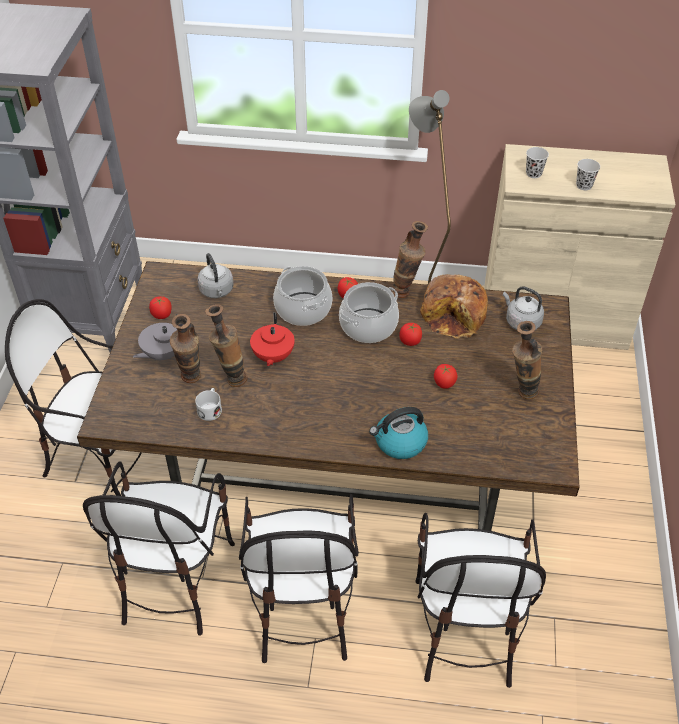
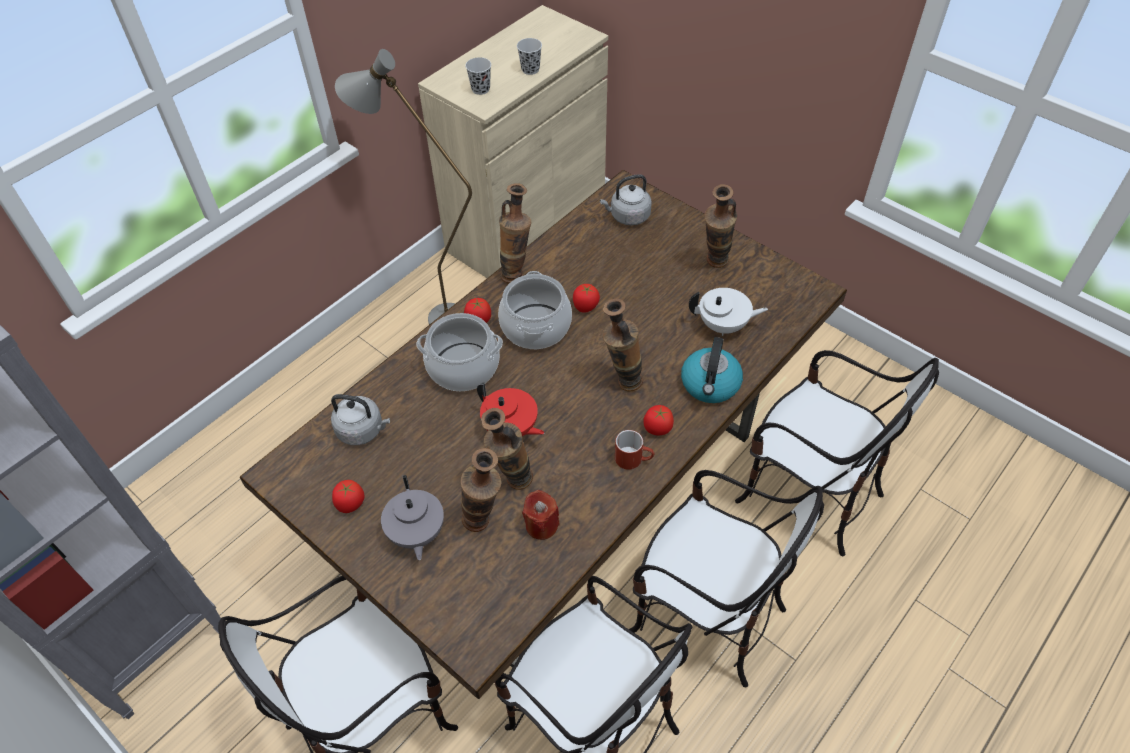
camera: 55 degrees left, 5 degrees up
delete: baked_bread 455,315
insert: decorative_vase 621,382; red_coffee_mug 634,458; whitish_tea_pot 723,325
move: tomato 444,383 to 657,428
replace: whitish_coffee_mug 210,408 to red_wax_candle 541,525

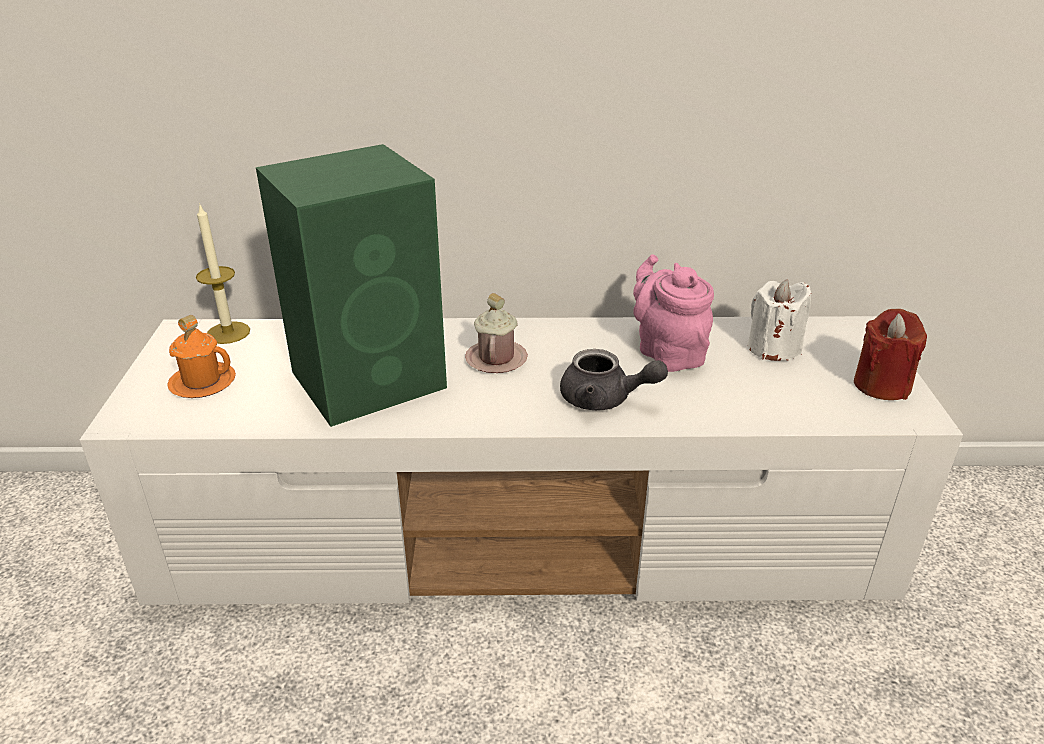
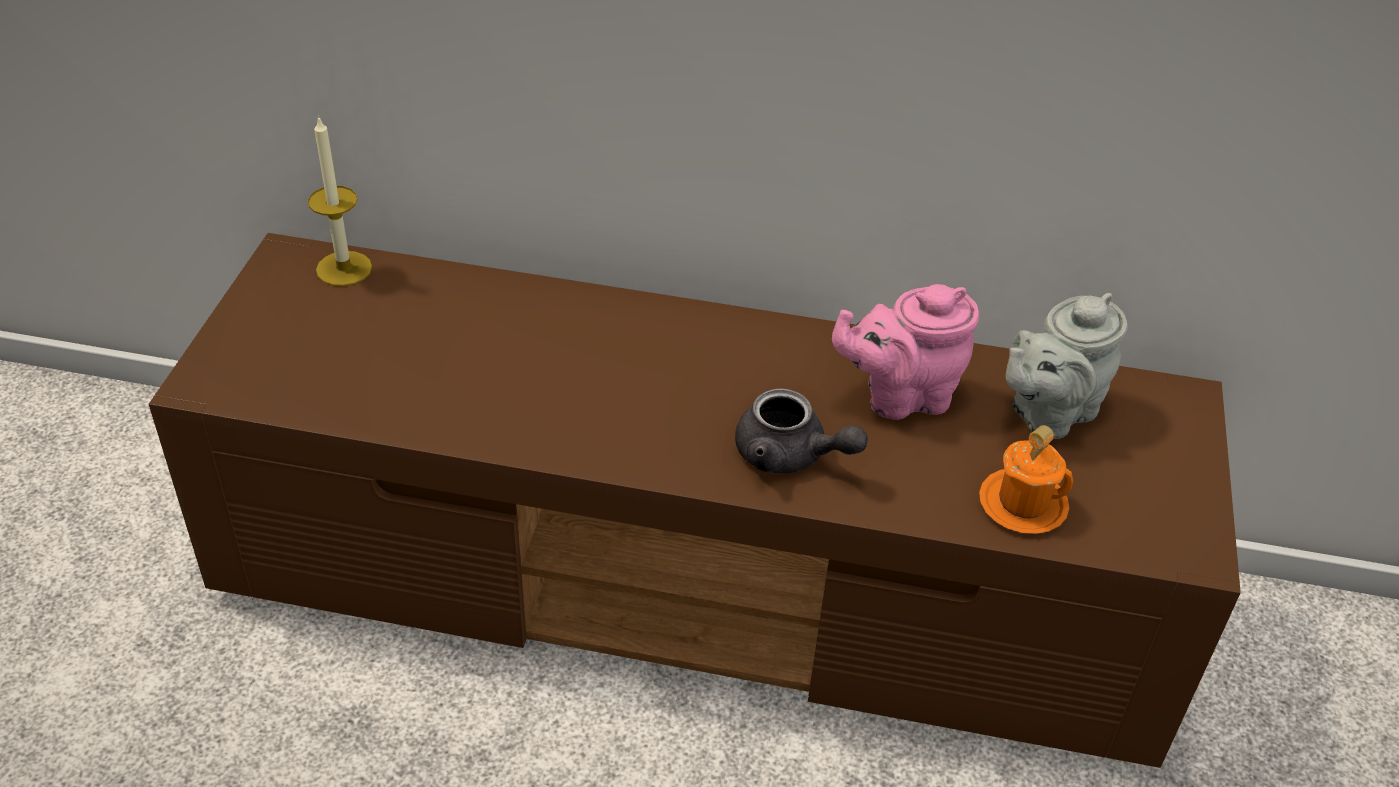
camera: 10 degrees right, 10 degrees up
delete: green_loudspeaker 372,379; pinkish_coffee_mug 496,359; red_wax_candle 881,385
move: orangey_coffee_mug 202,383 to 1022,504
replace: whitish_wax_candle 773,348 to gray_tea_pot 1048,413
recolor: whitish_media_console 526,537 to brown-coloured_media_console 696,584
rotate: pinkish_tea_pot 667,353 = 900,396 90 degrees counterclockwise

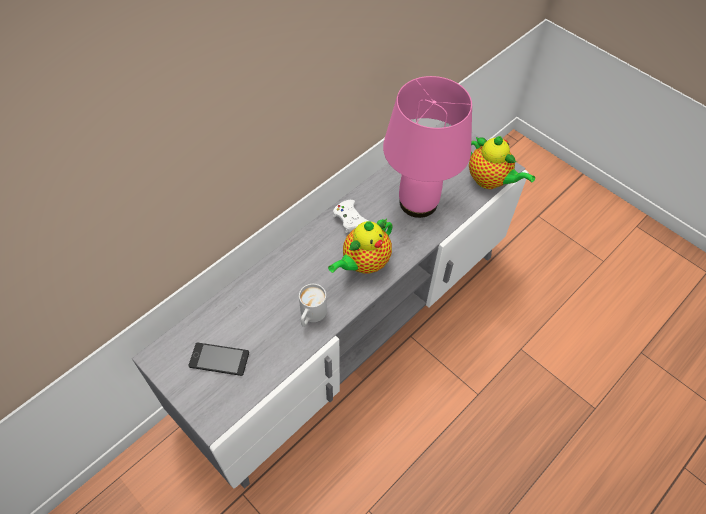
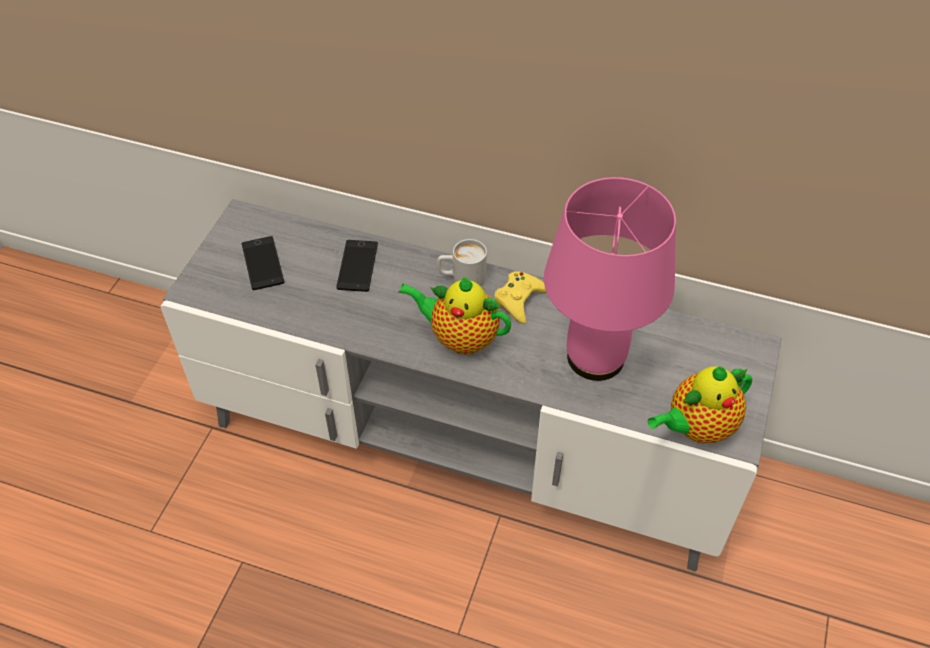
camera: 65 degrees right, 5 degrees down
insert: telephone 357,266
move: whitish_coffee_mug 311,316 to 461,278
recolor: whitish_gamepad 351,219 to yellowish_gamepad 519,300
rotate: tea_pot 490,181 = 697,428 45 degrees clockwise

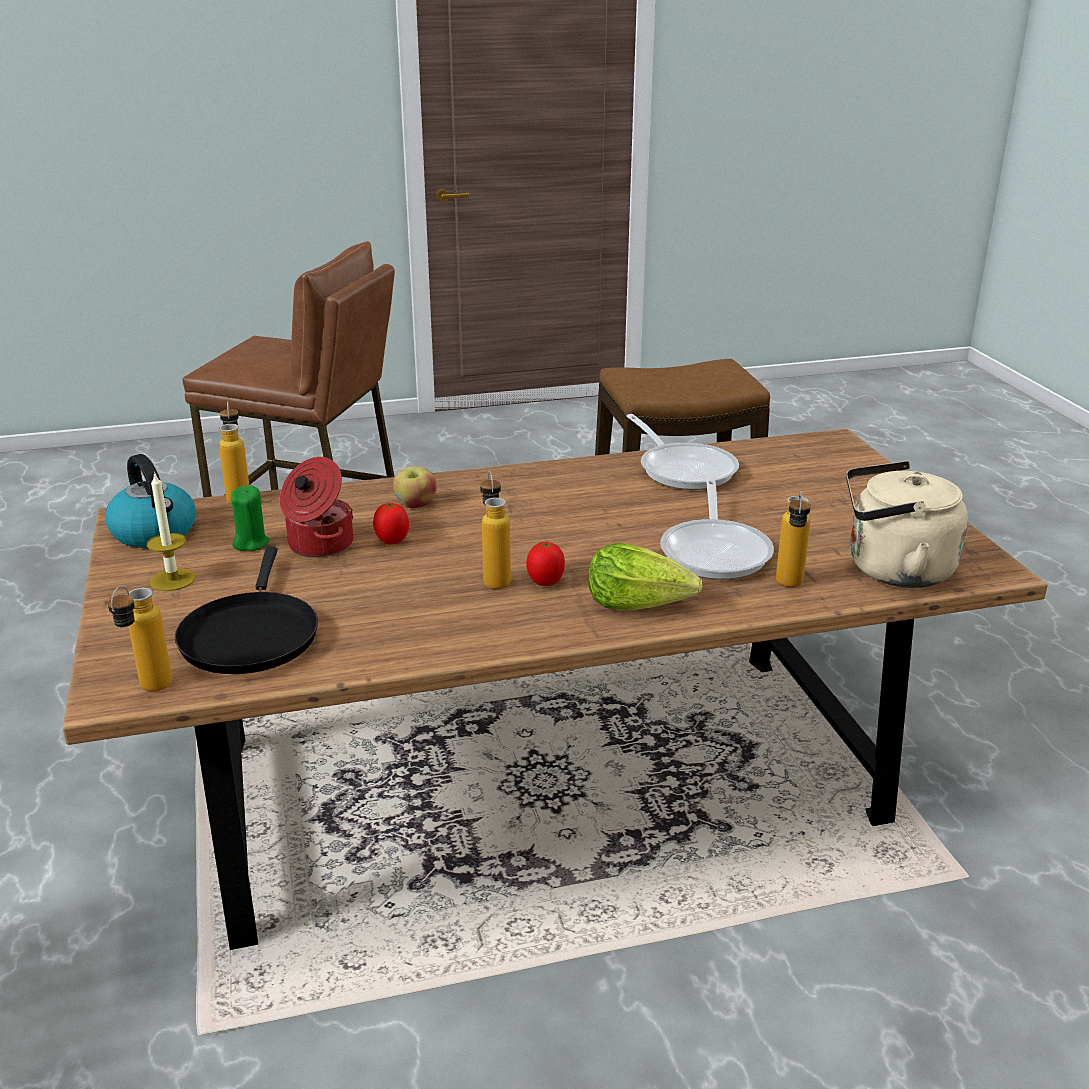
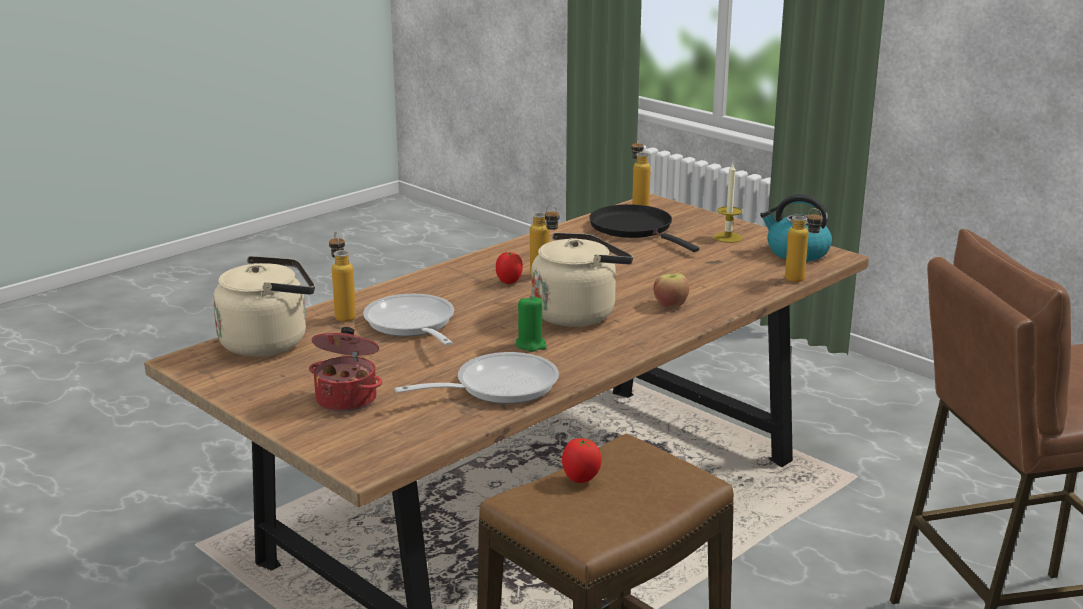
camera: 150 degrees right, 5 degrees down
delete: lettuce_head 638,603
insert: beige-coloured_water_kettle 577,314
move: green_wax_candle 251,543 to 531,345; stockpot 319,545 to 347,399; tomato 392,542 to 581,479
rotate: frying_pan 683,469 = 497,387 120 degrees clockwise

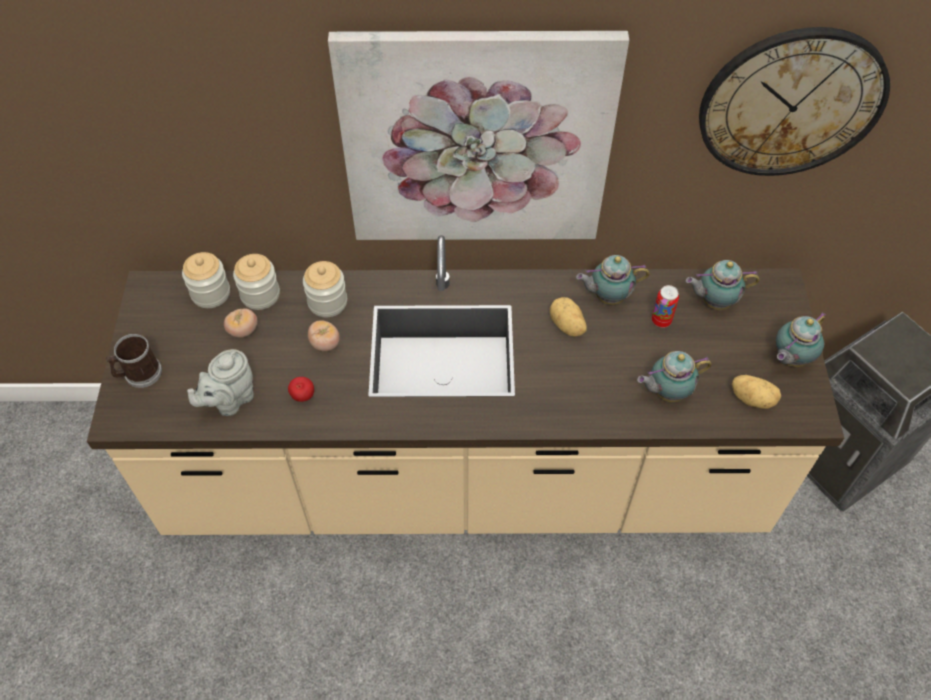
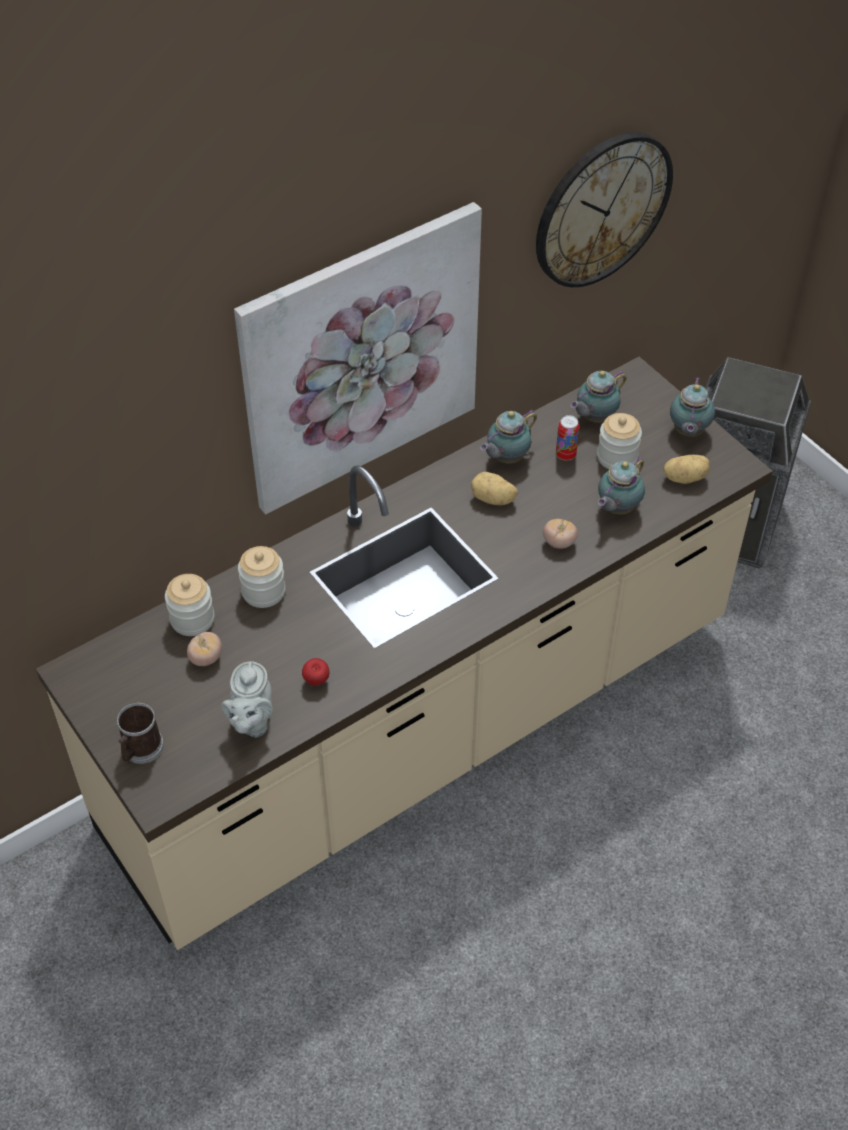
camera: 35 degrees left, 5 degrees down
move: preserve_jar 210,293 to 617,457; tomato 325,344 to 559,543

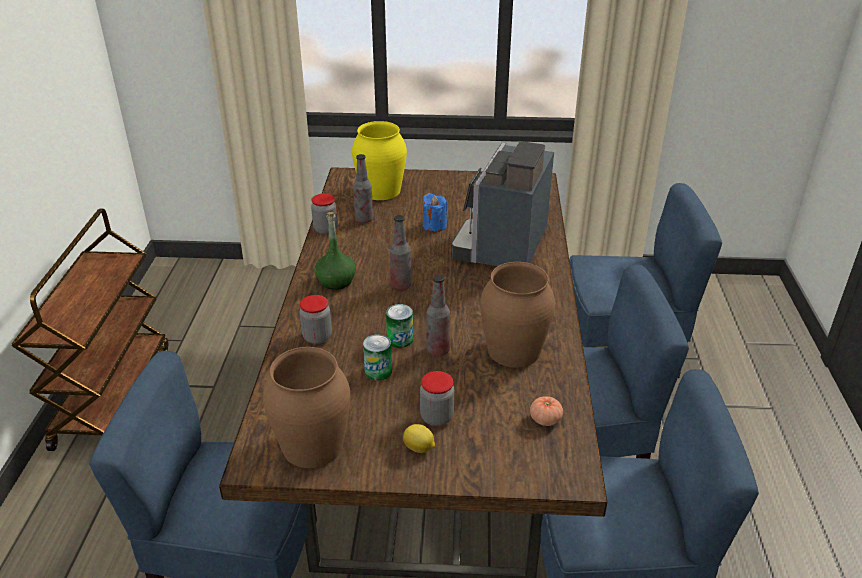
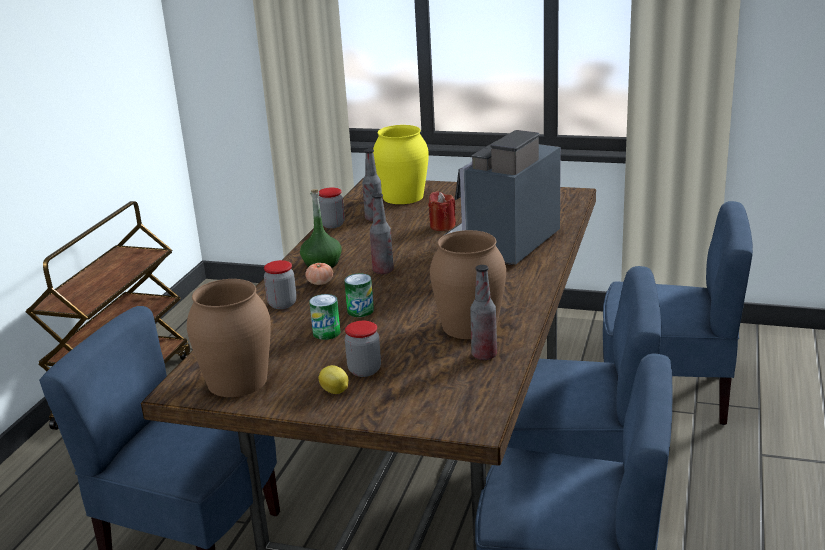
camera: 15 degrees right, 10 degrees down
move: drink_bottle 438,350 to 484,355; tomato 545,419 to 320,282
recolor: bluish_wax_candle 434,226 to red_wax_candle 442,226

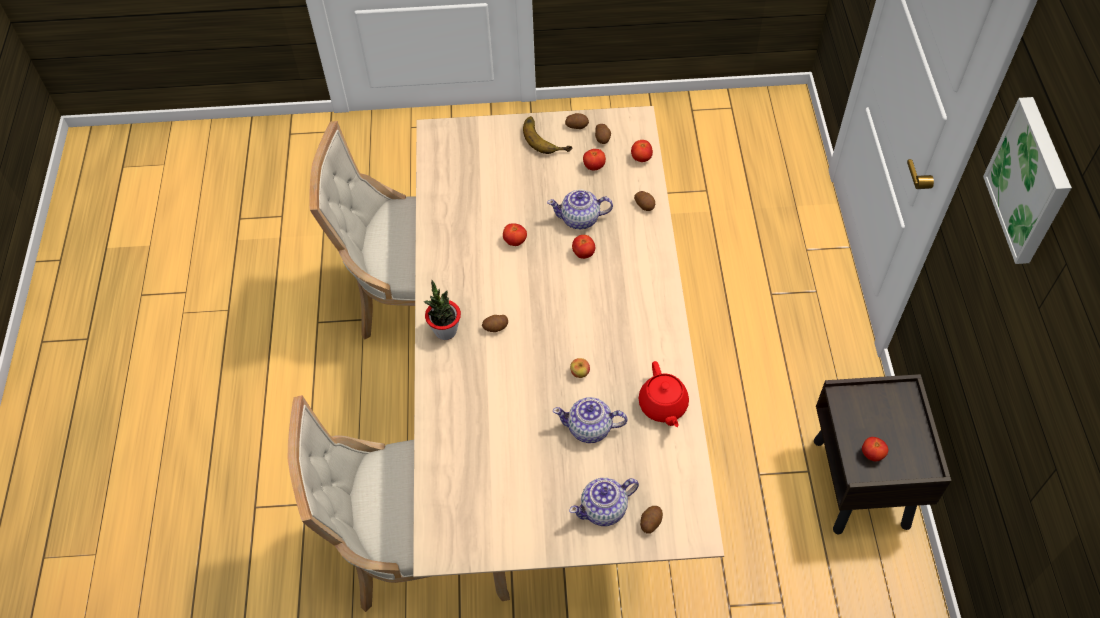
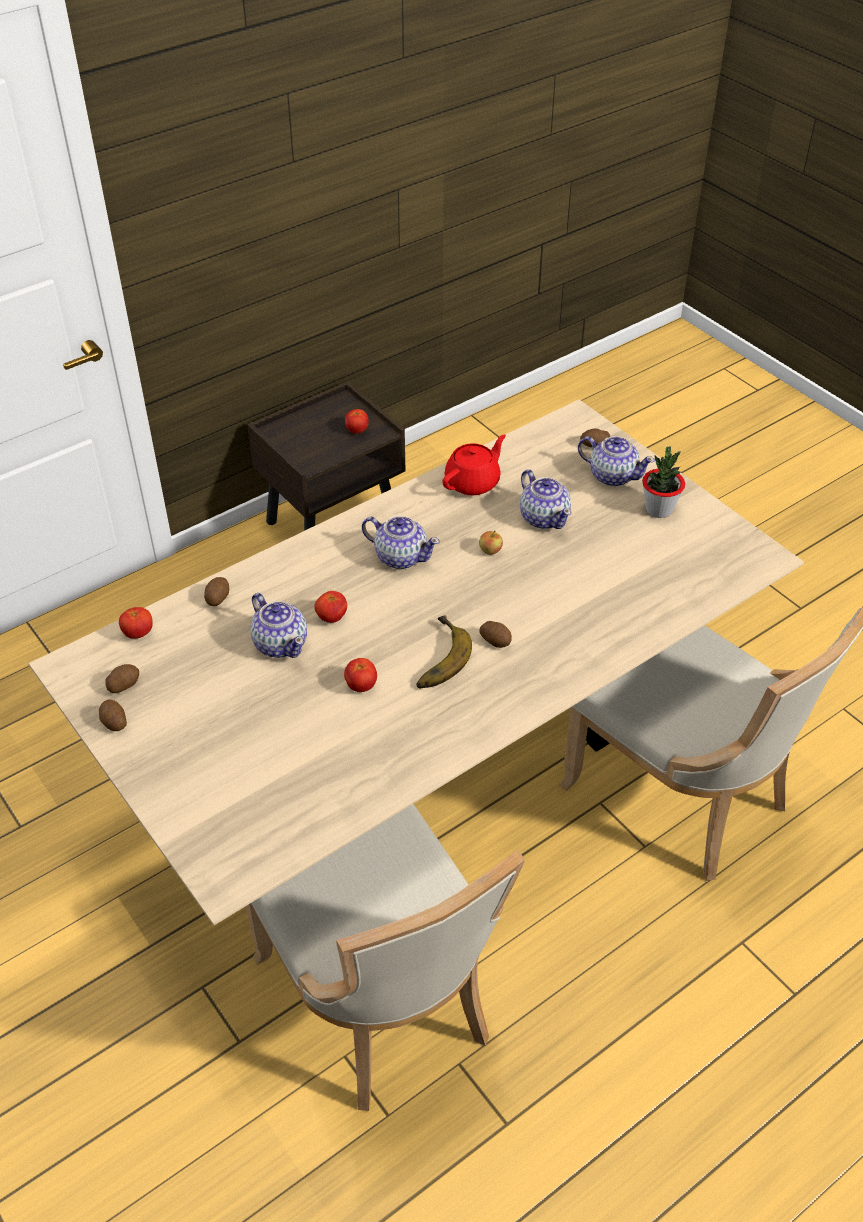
camera: 125 degrees left, 10 degrees down
delete: tomato 594,166; wall_picture 1031,181
insert: tea_pot 400,556
move: plant_in_a_pot 445,331 to 659,510; whole_banana 546,137 to 435,657

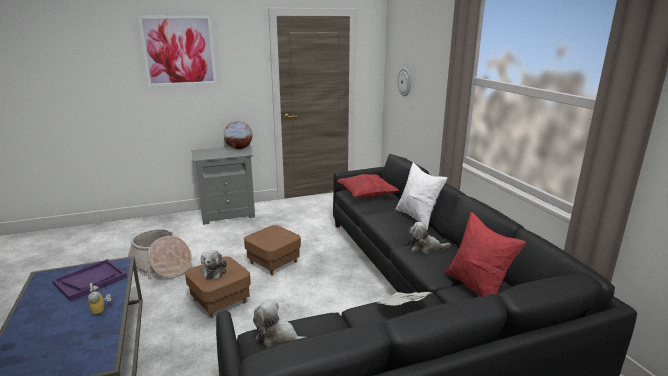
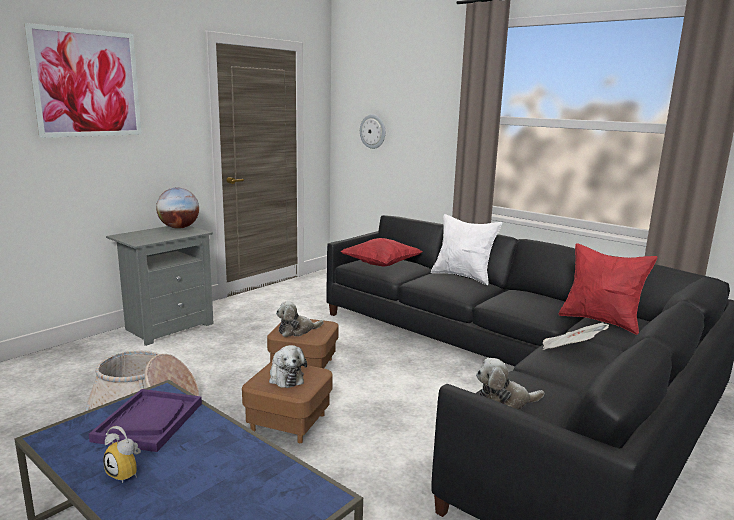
camera: 30 degrees left, 5 degrees down
move: bedside_clock 102,310 to 127,473; cuddly_toy 425,248 to 297,331

